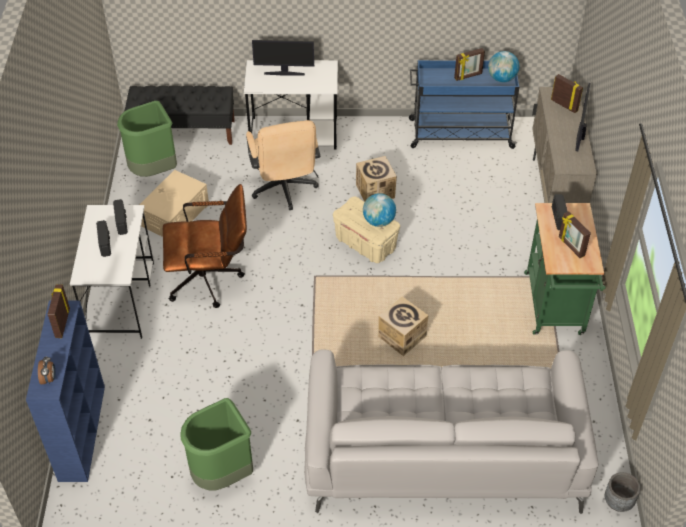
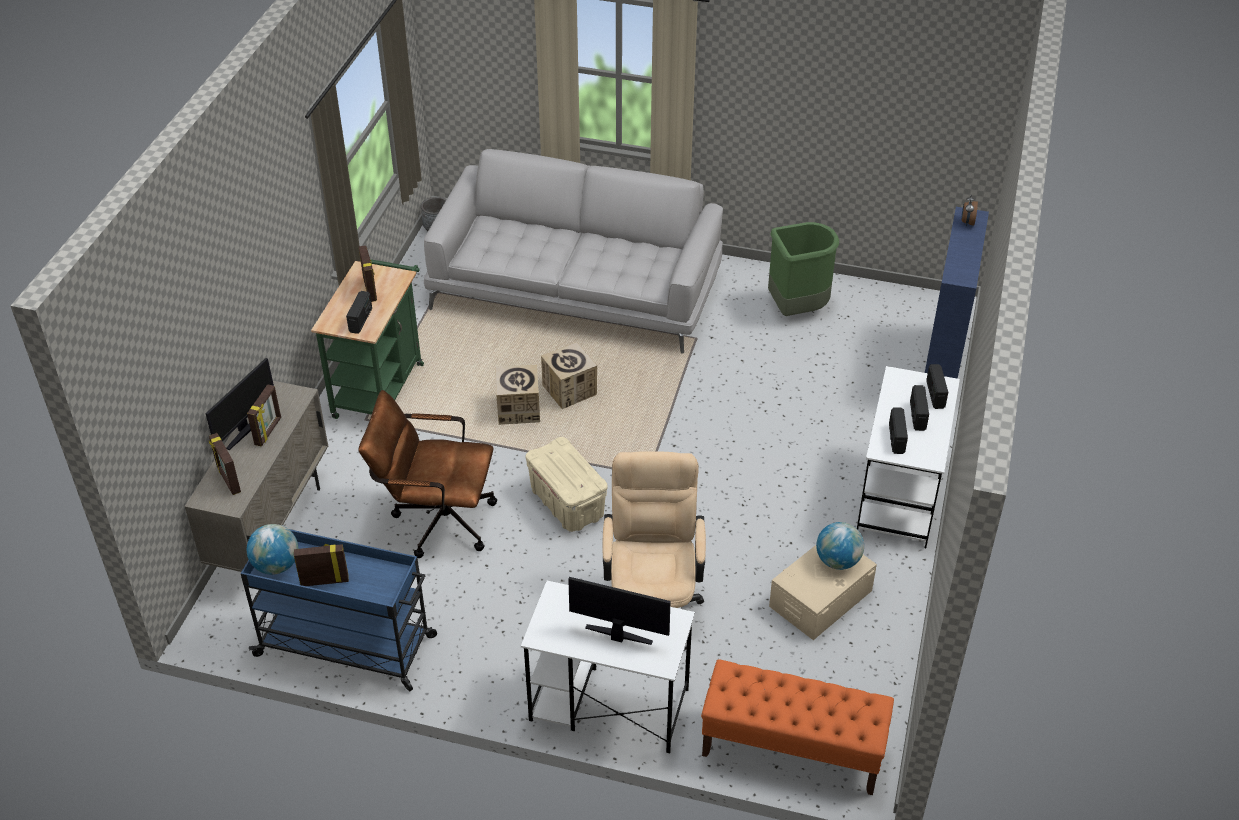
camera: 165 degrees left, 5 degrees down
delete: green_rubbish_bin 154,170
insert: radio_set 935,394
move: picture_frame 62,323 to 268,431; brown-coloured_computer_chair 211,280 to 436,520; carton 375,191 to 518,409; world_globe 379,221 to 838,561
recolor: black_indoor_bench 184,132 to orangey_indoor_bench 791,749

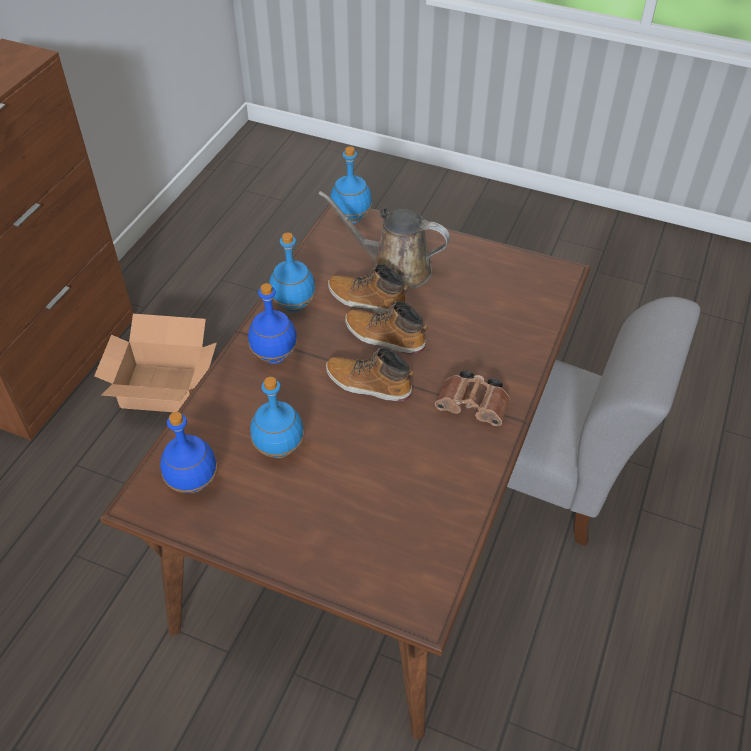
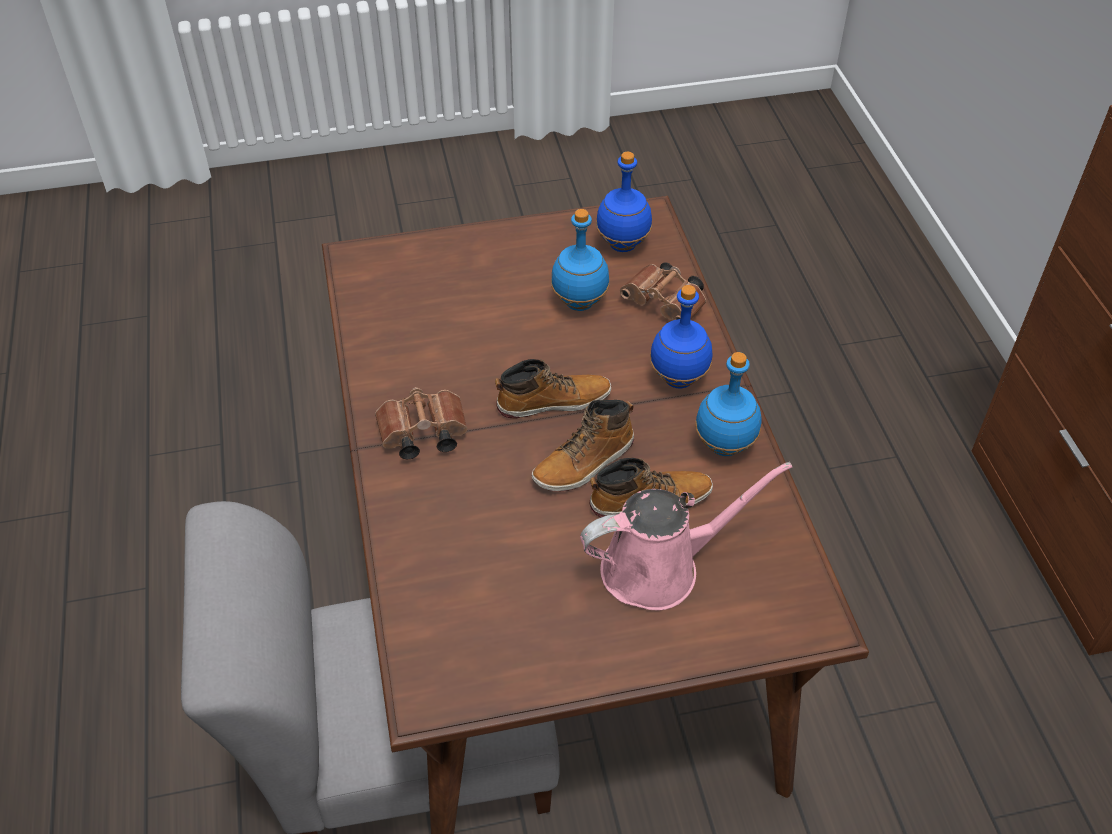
camera: 145 degrees right, 0 degrees up
delete: carton 164,388; bluish_drink_bottle 352,219
insert: brown-coloured_field_glasses 666,305
recolor: brown-coloured_watering_can 395,268 to pinkish_watering_can 659,567
rotate: boot 384,337 = 584,463 150 degrees clockwise

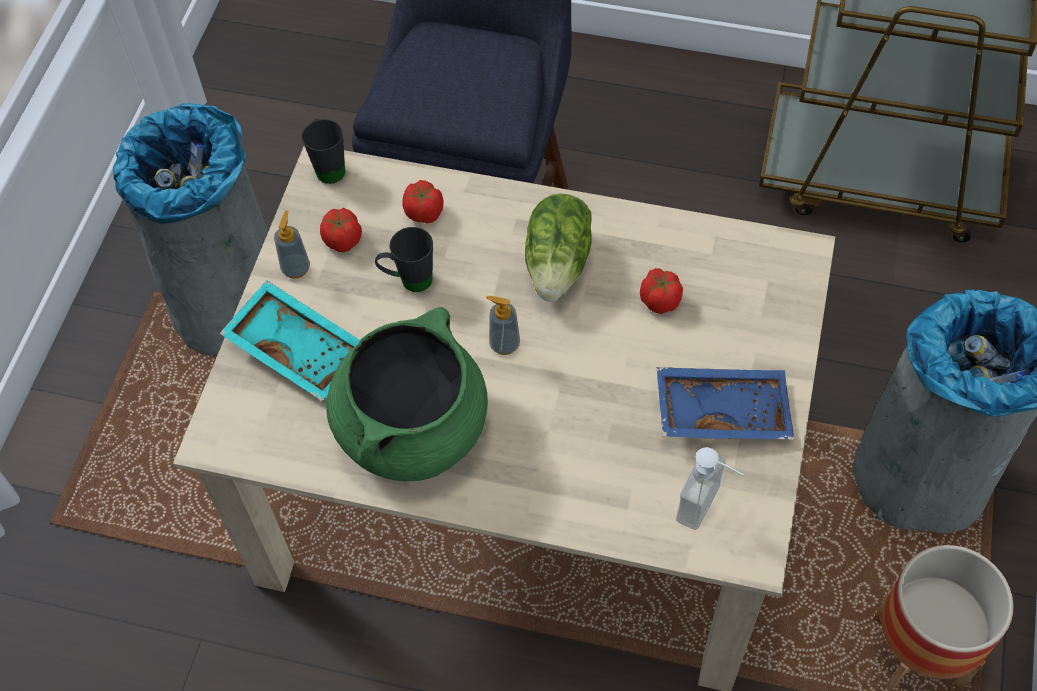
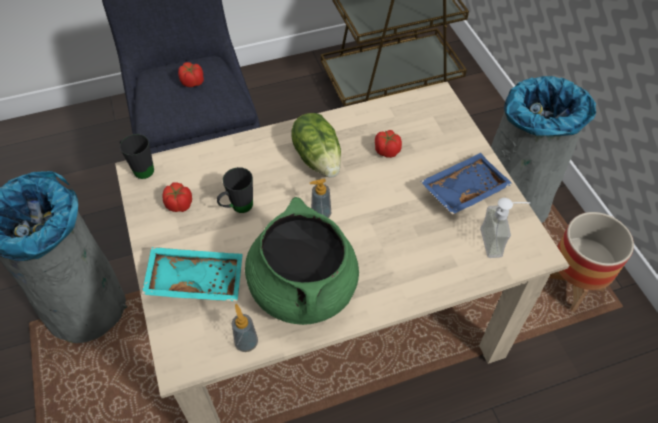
camera: 35 degrees left, 5 degrees down
move: soap_dispenser 296,268 to 246,343; tomato 424,212 to 193,82

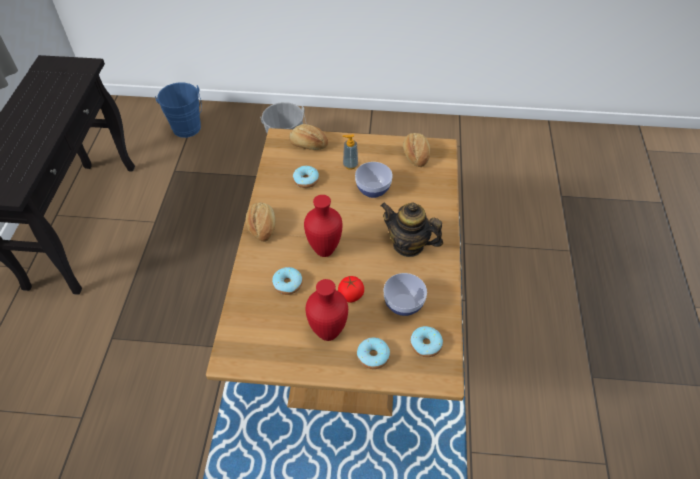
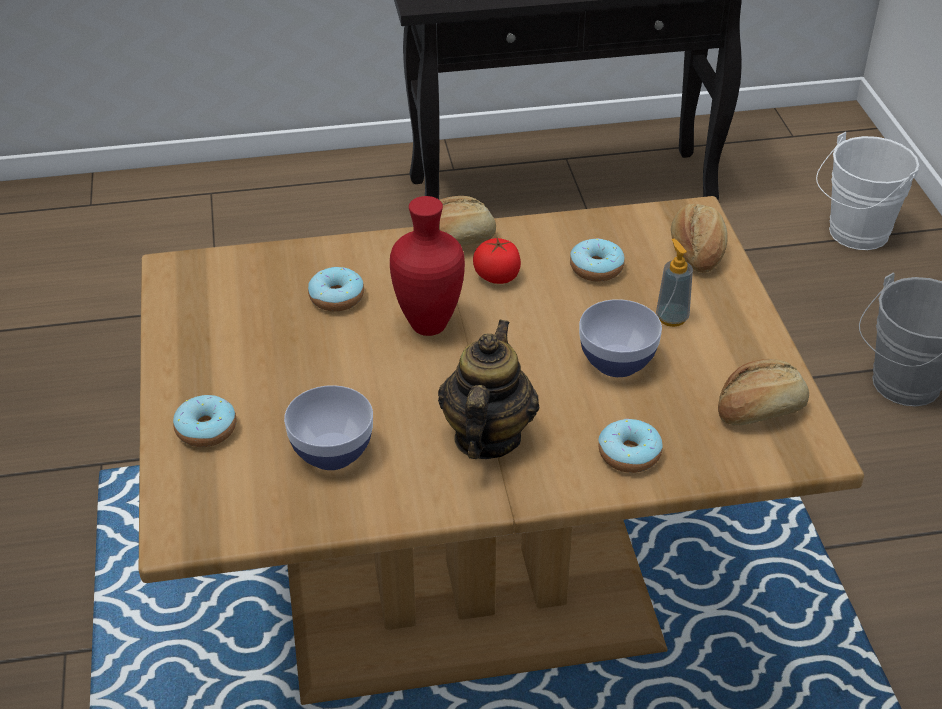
camera: 75 degrees right, 10 degrees down
delete: red_decorative_vase 329,334
move: tomato 350,295 to 497,276; donut 425,345 to 629,454
recolor: bluish_pail 187,130 to whitish_pail 854,235

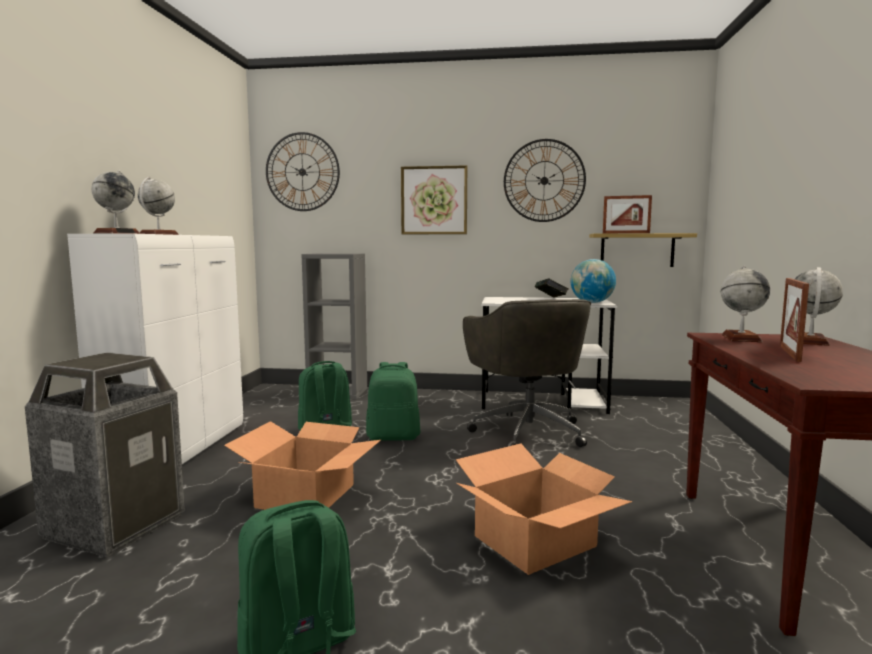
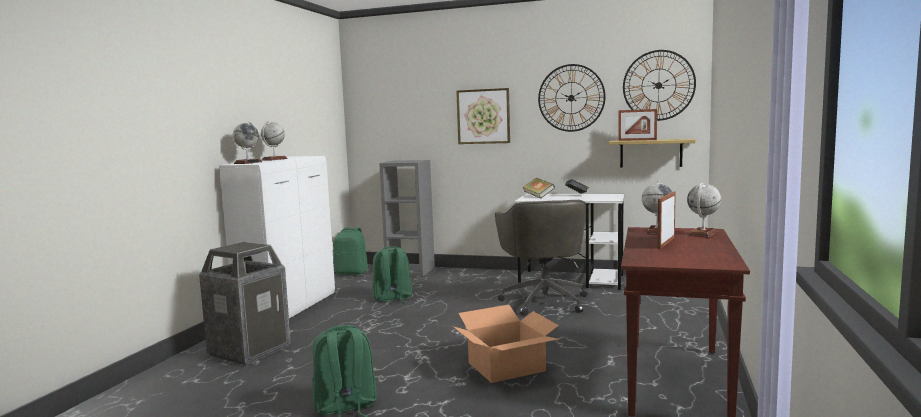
camera: 10 degrees right, 0 degrees up
delete: carton 307,496; world_globe 592,303
insert: volume 538,196
move: clock_on_the_wall 302,172 to 658,85; green_rucksack 393,437 to 352,273

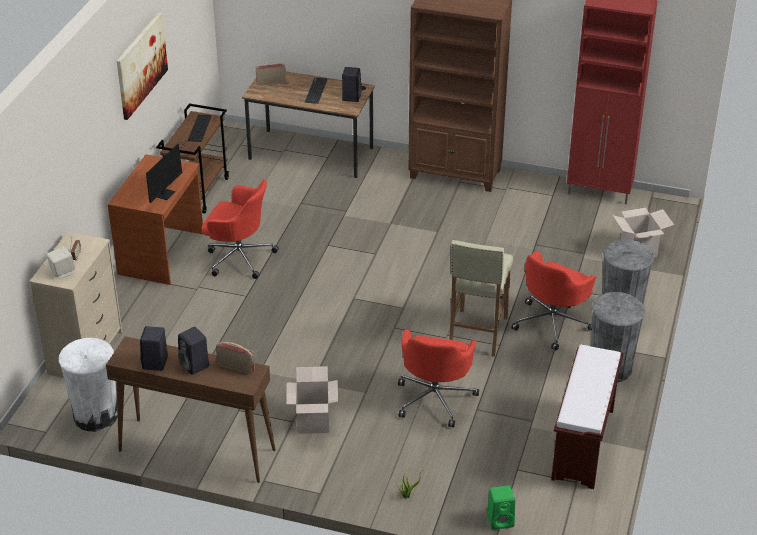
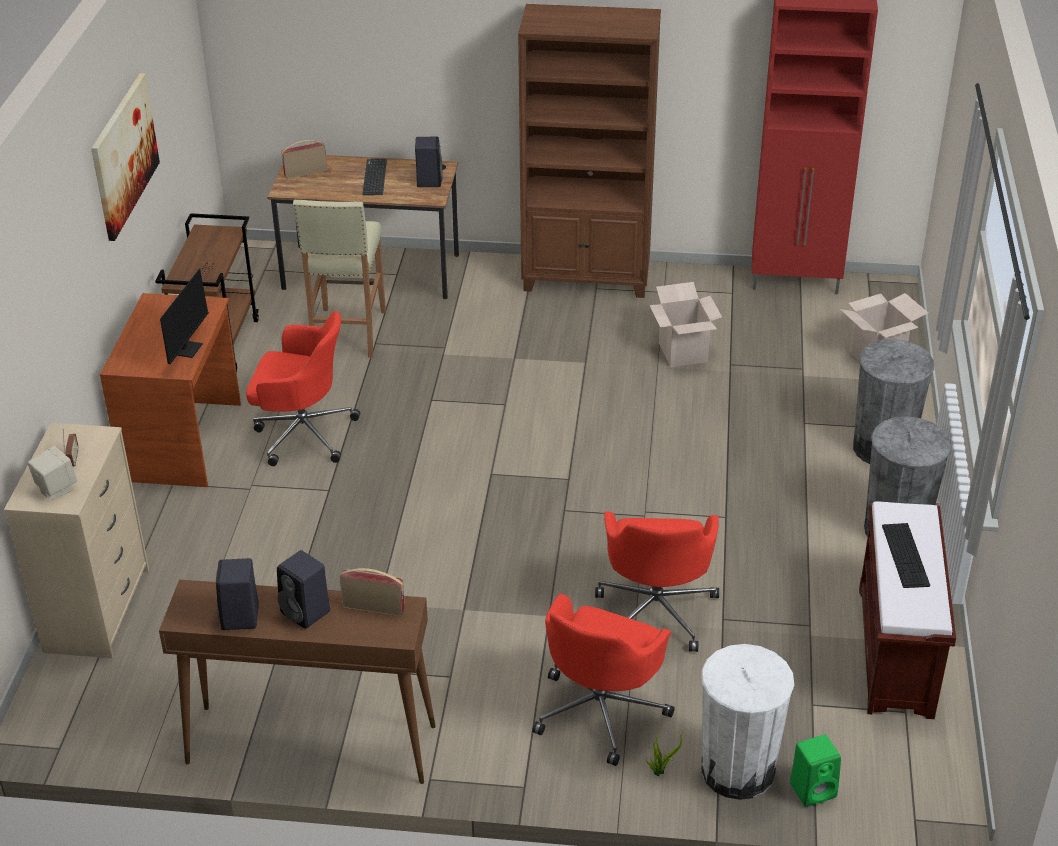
camera: 10 degrees left, 0 degrees up
move: whitish_rubbish_bin 96,415 to 737,770; computer_keyboard 199,128 to 905,555; carton 313,421 to 683,353; beige-coloured_stool_seat 477,333 to 347,333; red_computer_chair 552,323 to 601,710

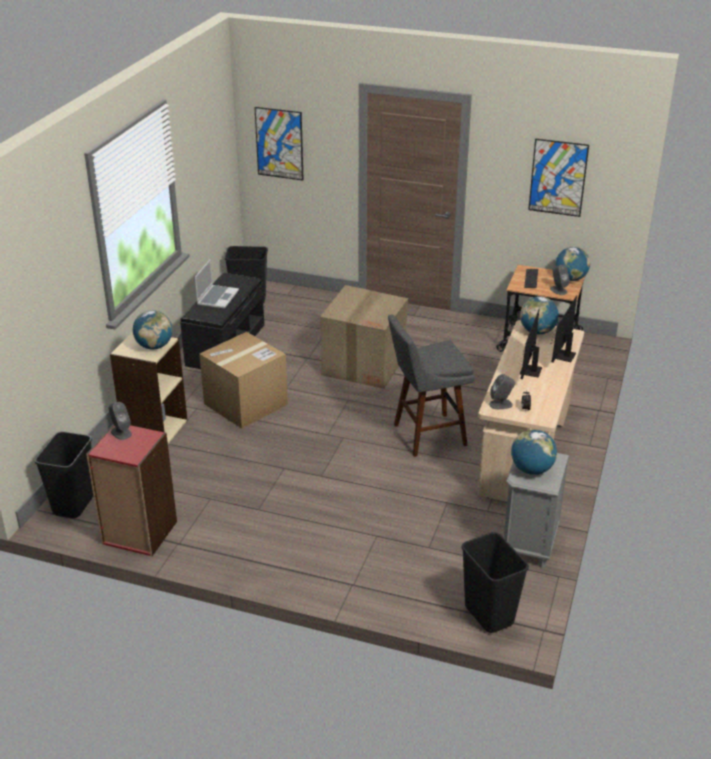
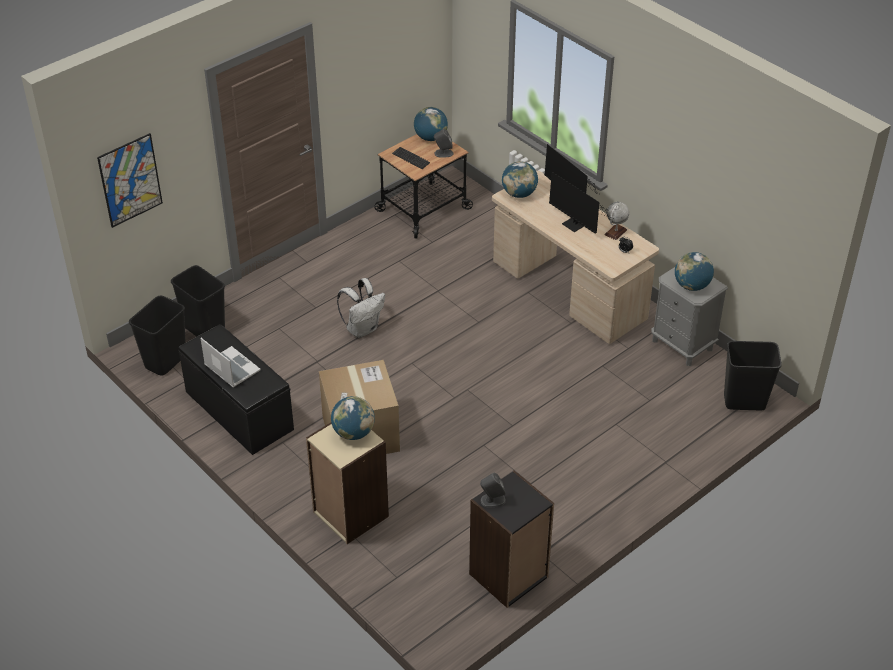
camera: 60 degrees left, 10 degrees up
delete: gray_stool_seat 426,435; gray_loudspeaker 501,404; wall_picture 558,177
insert: world_globe 615,232
move: black_rubbish_bin 73,504 to 204,330
replace: carton 364,364 to whitish_rucksack 362,328
recolor: red_bookshelf 139,533 to black_bookshelf 509,576

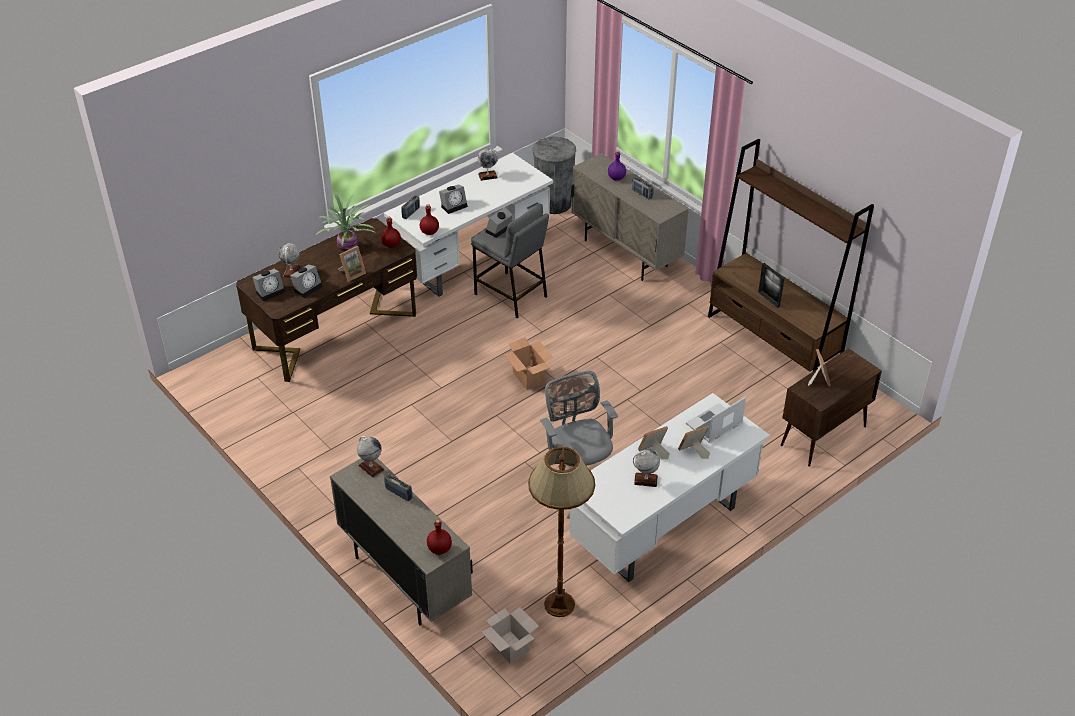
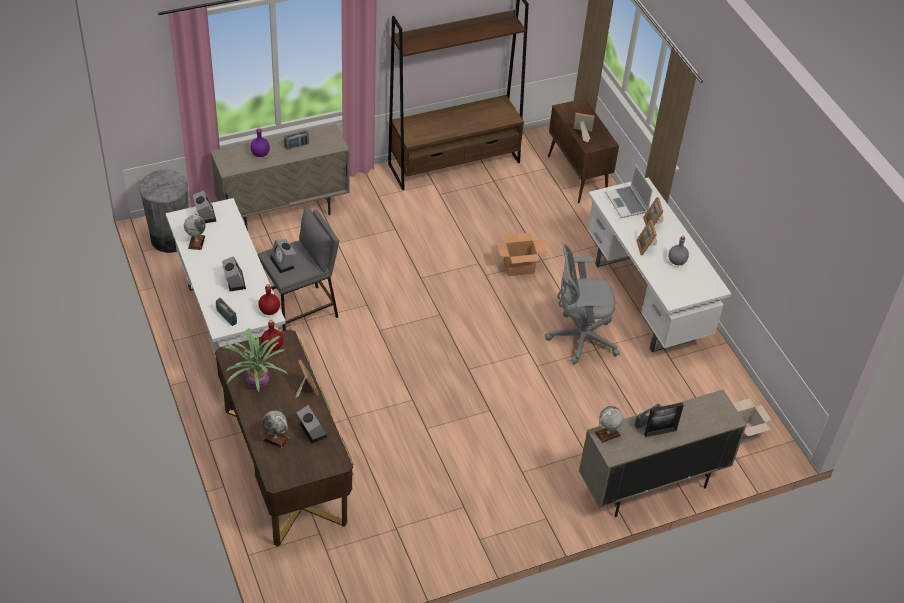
camera: 75 degrees left, 5 degrees up
delete: red_drink_bottle 439,549; brown-coloured_standard_lamp 559,604
move: bedside_clock 270,291 to 205,214; carton 529,378 to 519,267; picture_frame 768,299 to 660,432
replace: world_globe 645,480 to gray_drink_bottle 676,261

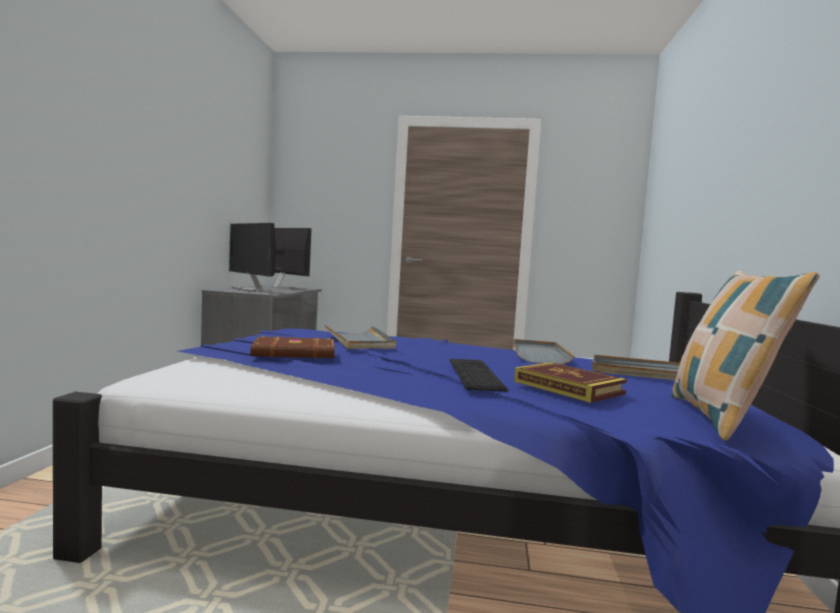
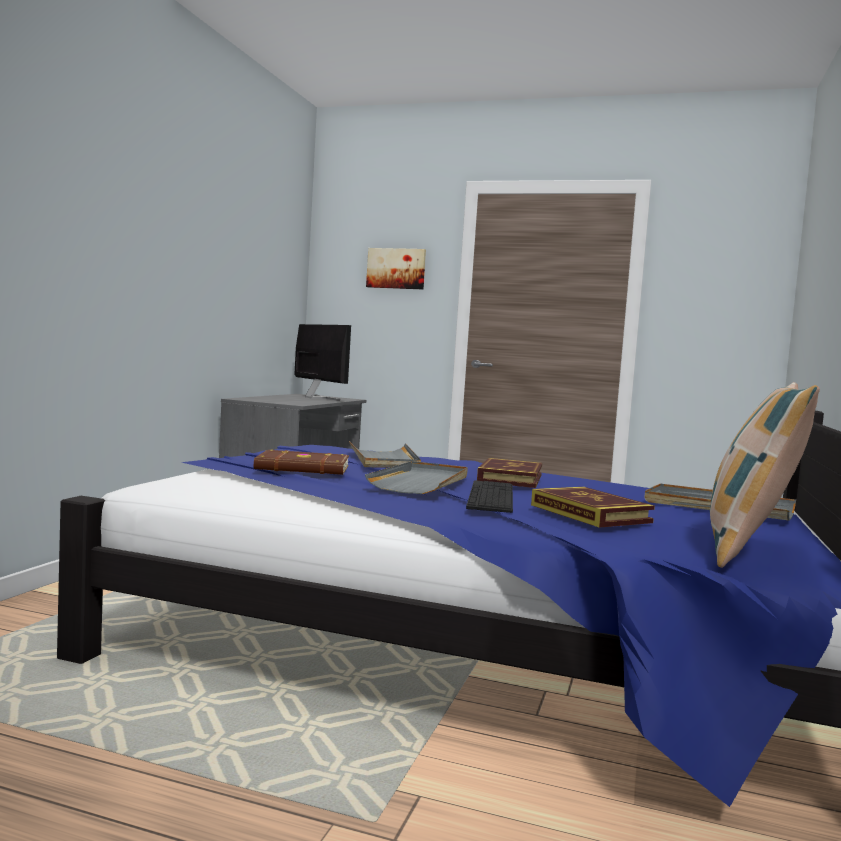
camera: 10 degrees right, 0 degrees up
delete: computer_display 250,289
insert: wall_picture 396,268; volume 510,478
move: gray_carrying_tray 538,355 to 421,482

